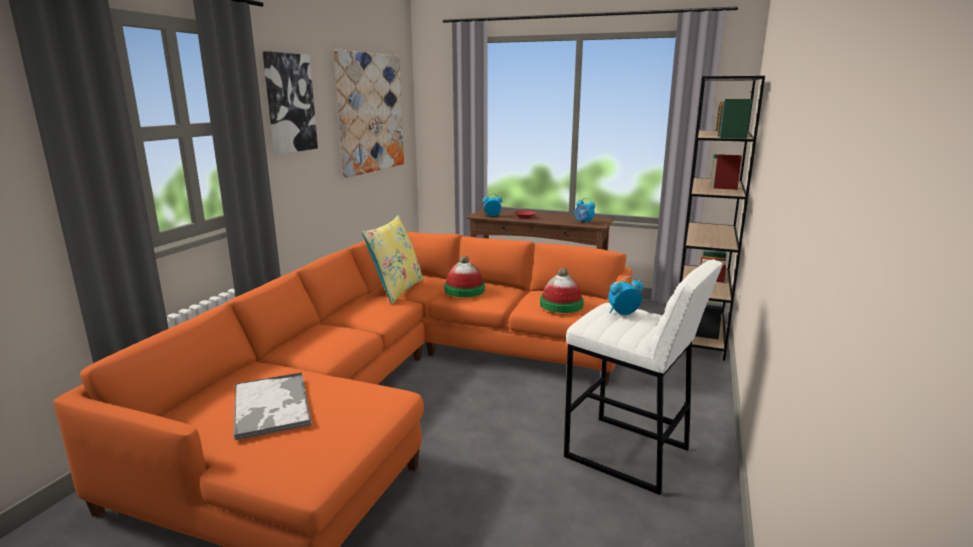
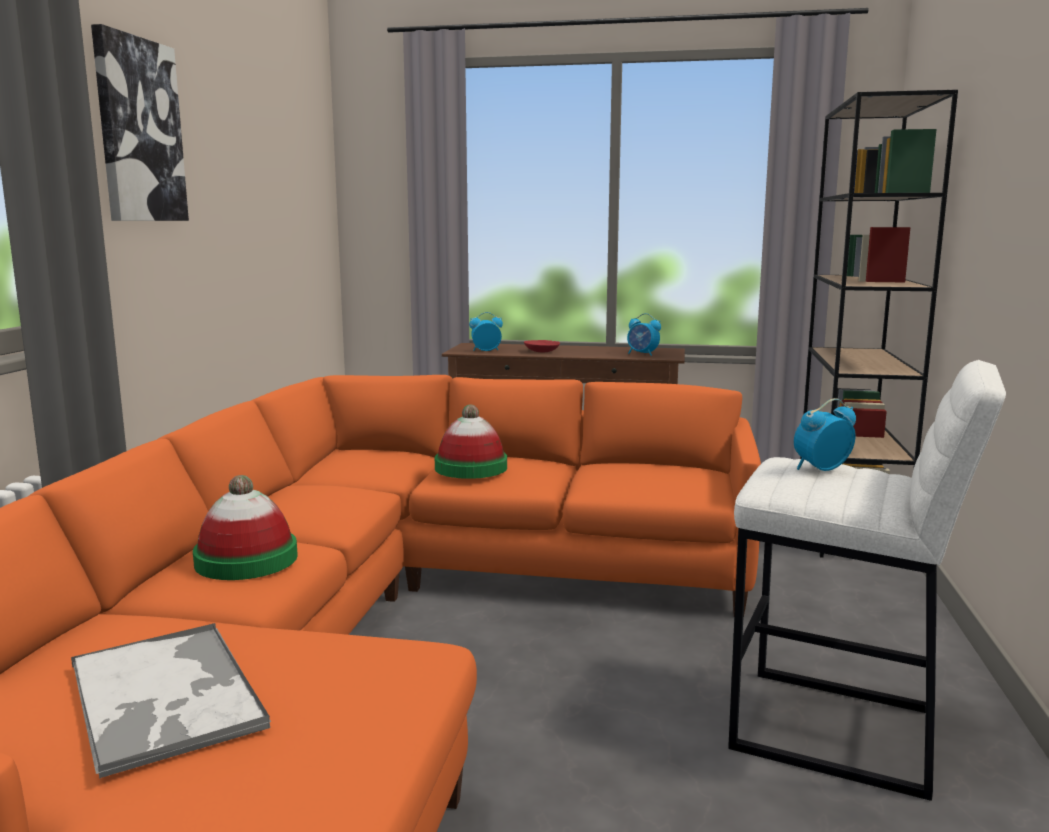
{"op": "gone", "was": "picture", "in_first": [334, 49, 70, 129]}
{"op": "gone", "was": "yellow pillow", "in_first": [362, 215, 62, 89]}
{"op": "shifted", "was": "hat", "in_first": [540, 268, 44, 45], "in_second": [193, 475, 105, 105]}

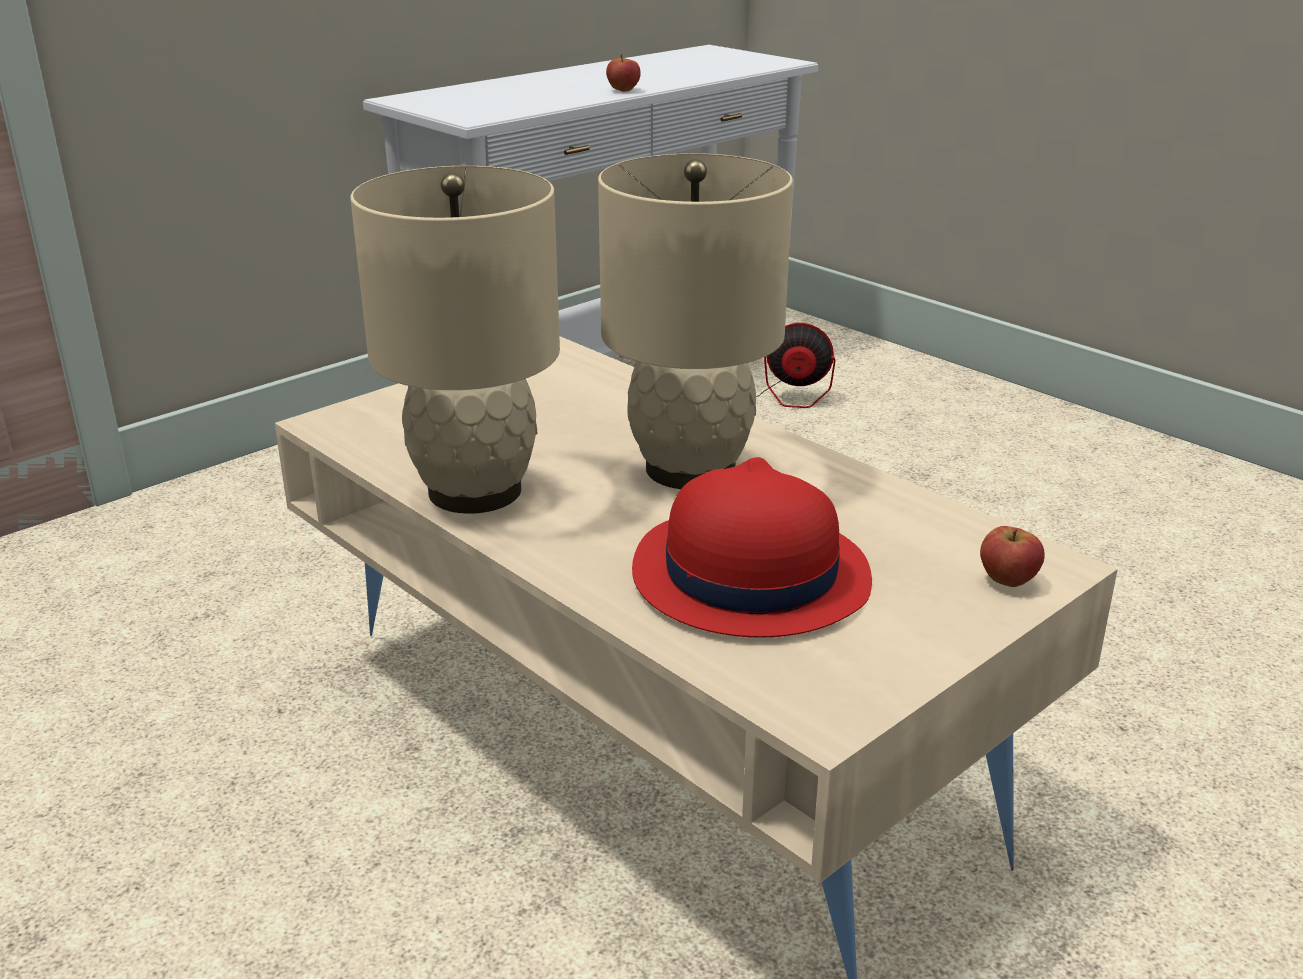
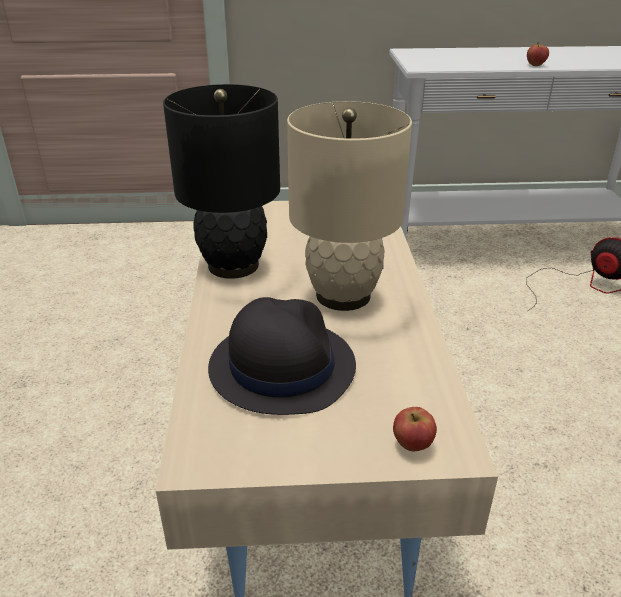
{"op": "repainted", "was": "beige table lamp", "now": "black table lamp", "in_first": [350, 166, 210, 348], "in_second": [163, 84, 117, 195]}
{"op": "repainted", "was": "red hat", "now": "black hat", "in_first": [632, 457, 240, 181], "in_second": [208, 297, 148, 118]}

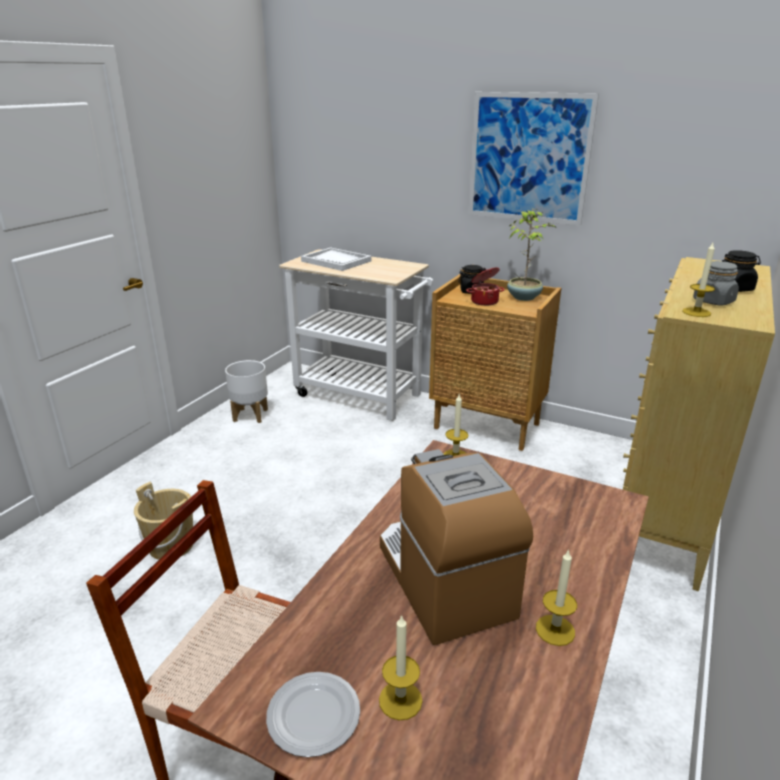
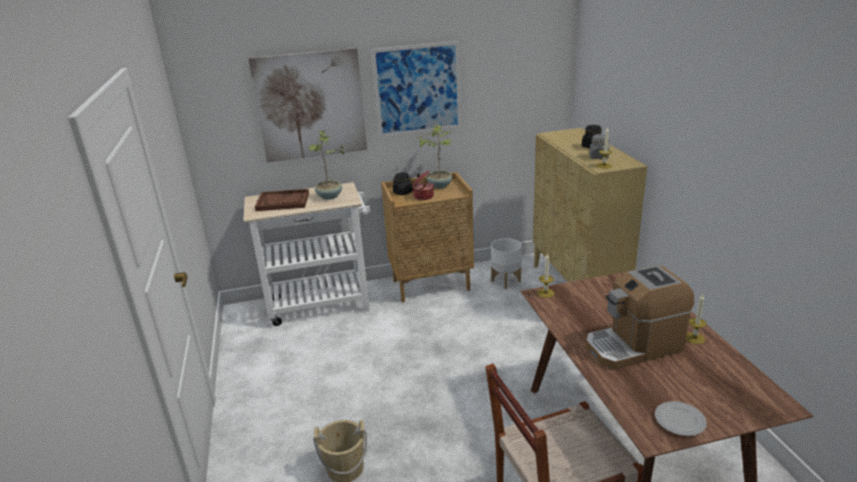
{"op": "shifted", "was": "white planter", "in_first": [225, 360, 43, 63], "in_second": [491, 238, 31, 51]}
{"op": "repainted", "was": "white tray", "now": "brown tray", "in_first": [301, 247, 70, 24], "in_second": [255, 189, 54, 22]}
{"op": "gone", "was": "candle", "in_first": [379, 615, 44, 105]}
{"op": "rotated", "was": "coffee machine", "in_first": [380, 449, 153, 196], "in_second": [586, 265, 108, 104], "clockwise": -45}
{"op": "new", "now": "picture", "in_second": [248, 48, 119, 114]}
{"op": "new", "now": "potted plant", "in_second": [308, 130, 39, 69]}

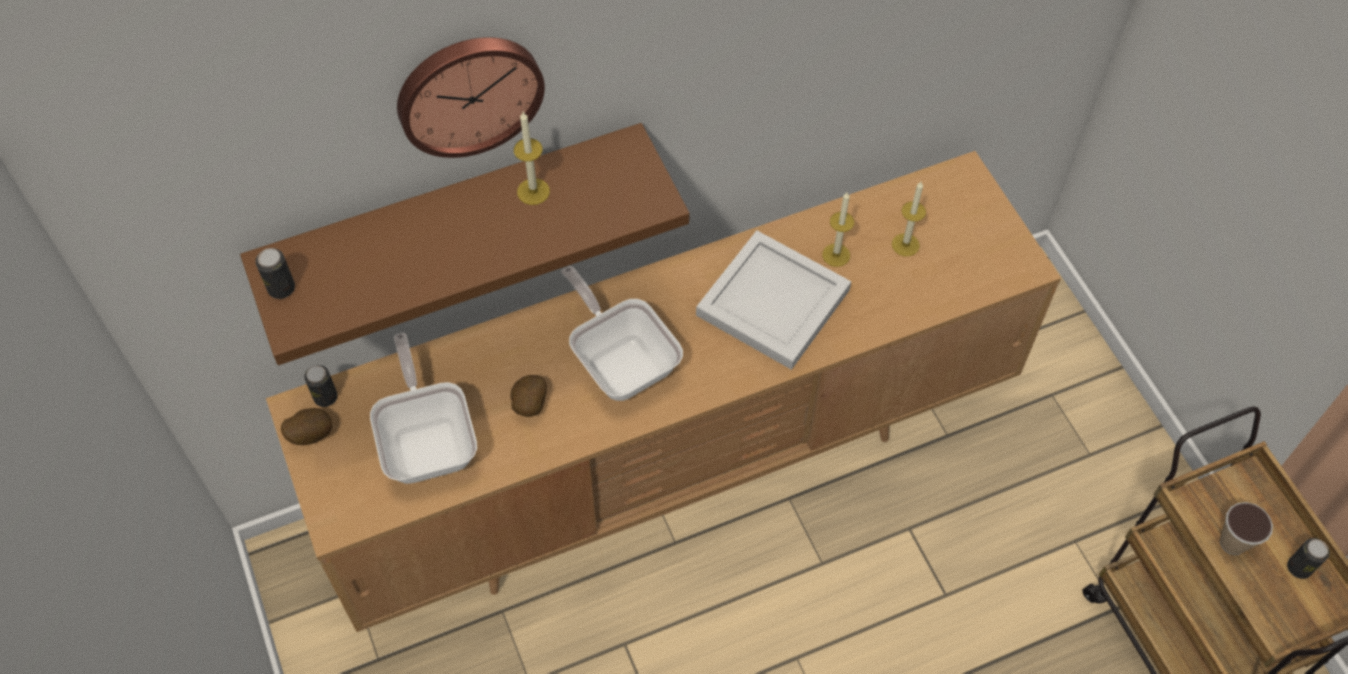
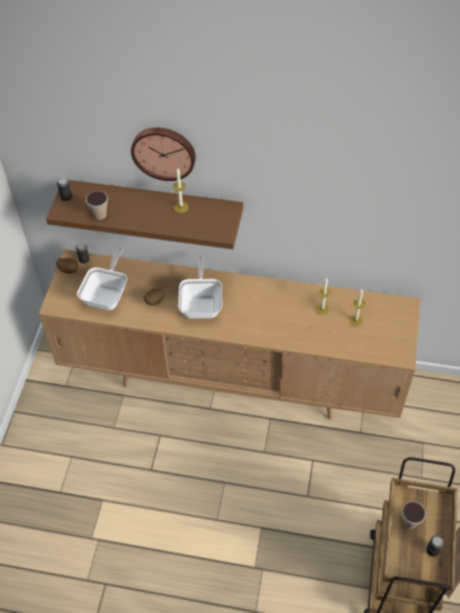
{"op": "gone", "was": "white tray", "in_first": [696, 230, 155, 140]}
{"op": "new", "now": "cup", "in_second": [86, 191, 22, 29]}

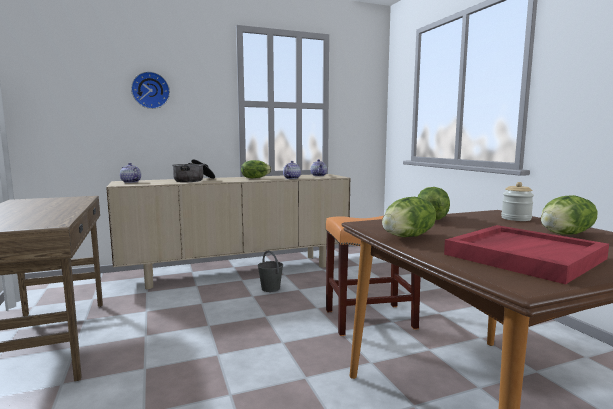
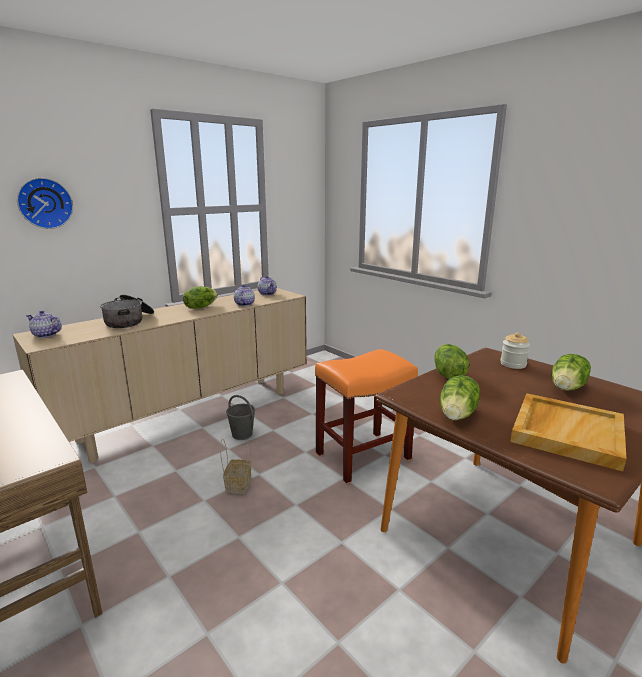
{"op": "repainted", "was": "red tray", "now": "beige tray", "in_first": [444, 225, 165, 59], "in_second": [510, 393, 117, 79]}
{"op": "new", "now": "basket", "in_second": [220, 439, 31, 55]}

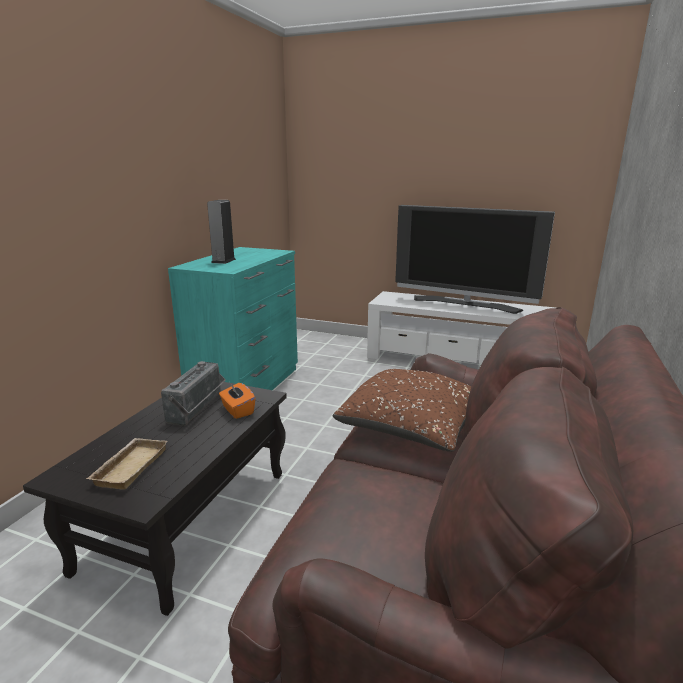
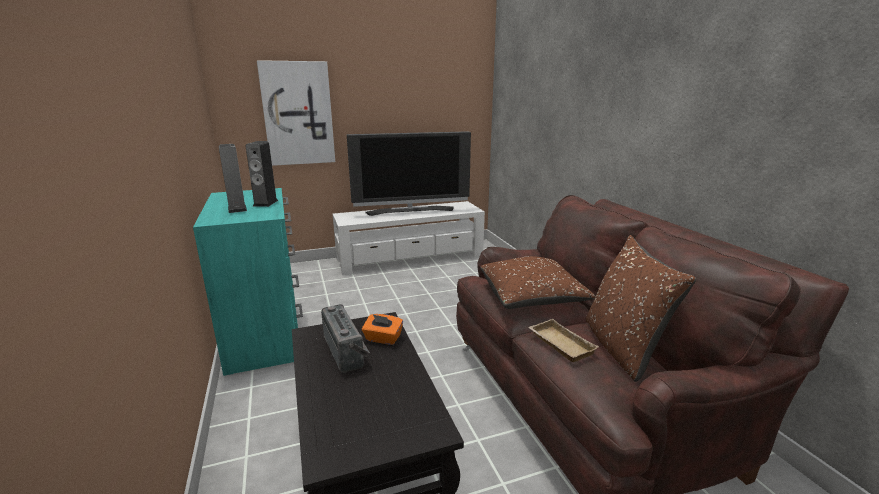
{"op": "shifted", "was": "beige tray", "in_first": [86, 438, 82, 52], "in_second": [528, 319, 71, 43]}
{"op": "new", "now": "speaker", "in_second": [245, 141, 33, 66]}
{"op": "new", "now": "picture", "in_second": [257, 60, 78, 106]}
{"op": "new", "now": "brown pillow", "in_second": [586, 235, 110, 147]}

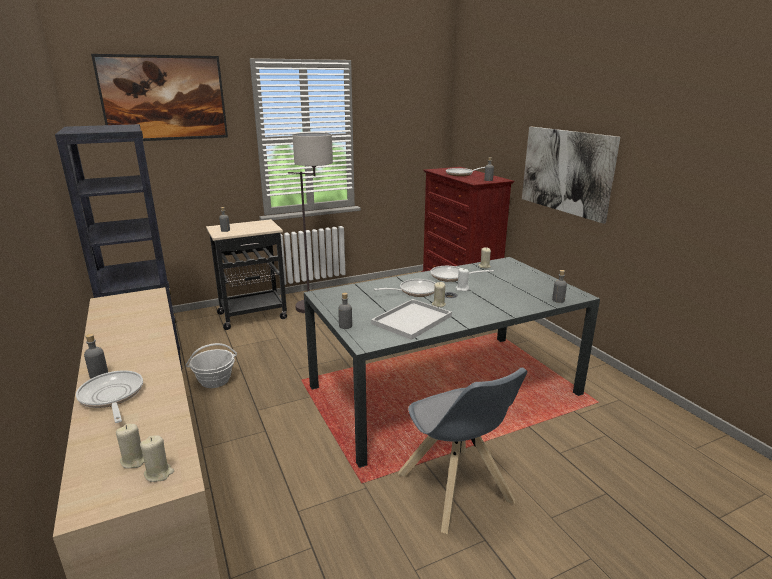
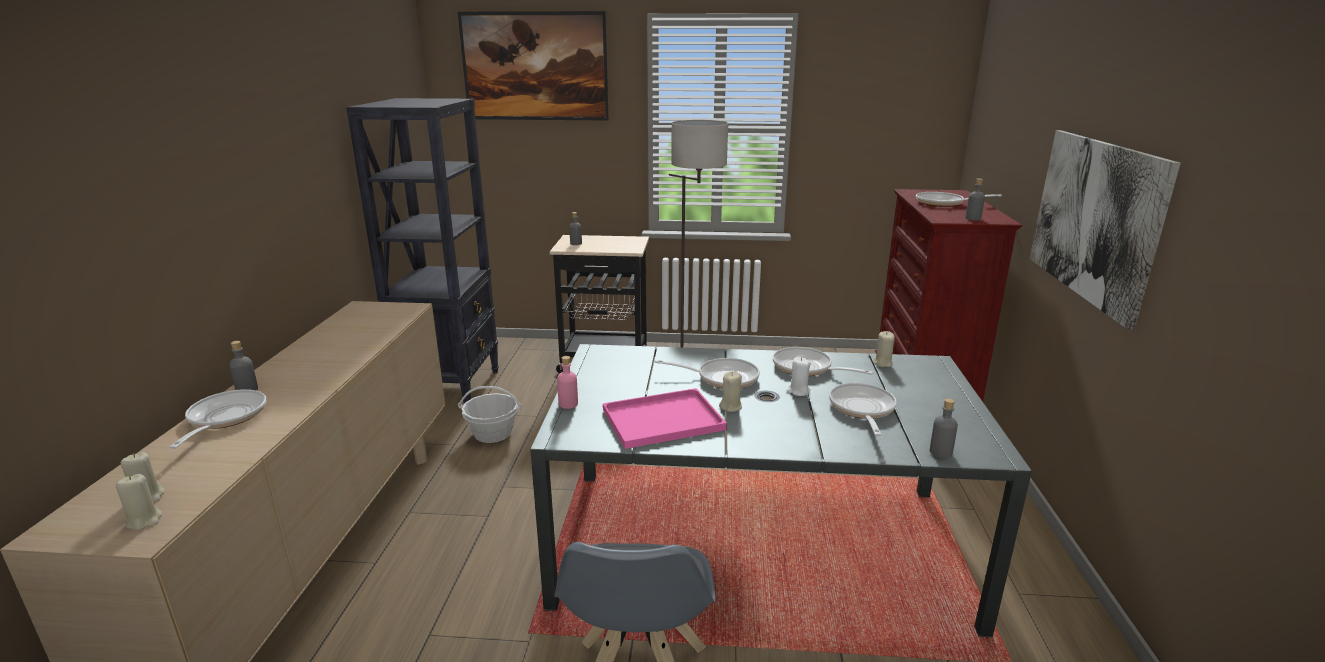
{"op": "repainted", "was": "grey bottle", "now": "pink bottle", "in_first": [338, 293, 14, 36], "in_second": [557, 356, 21, 53]}
{"op": "repainted", "was": "white tray", "now": "pink tray", "in_first": [371, 299, 81, 41], "in_second": [603, 388, 124, 61]}
{"op": "new", "now": "frying pan", "in_second": [829, 383, 68, 53]}

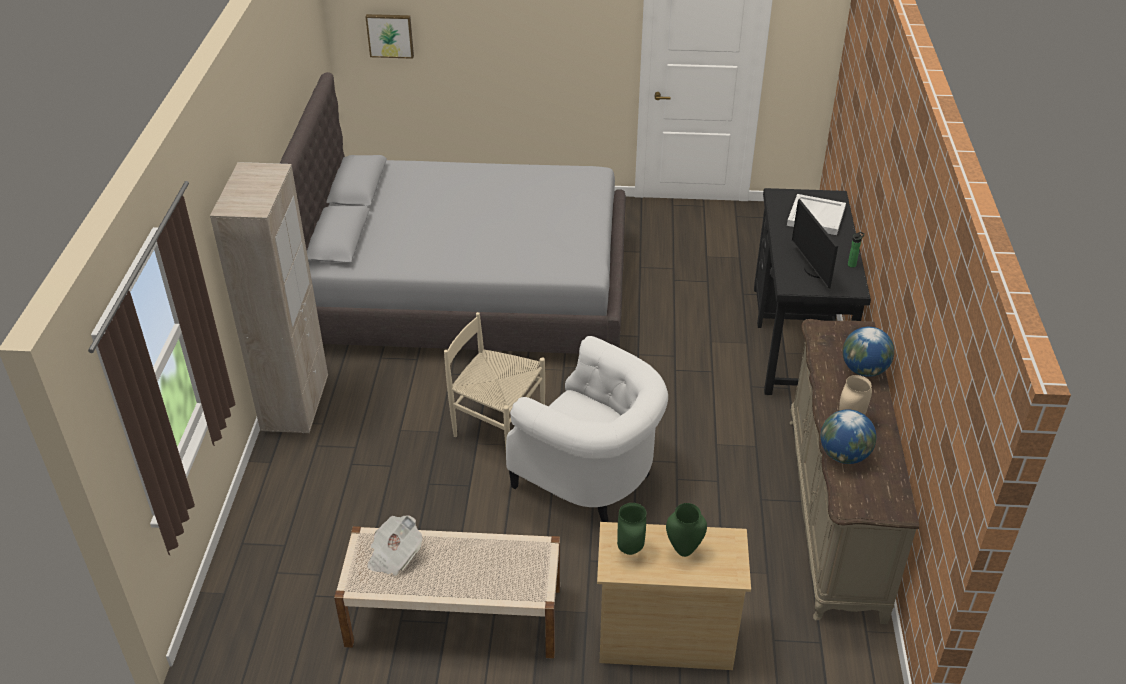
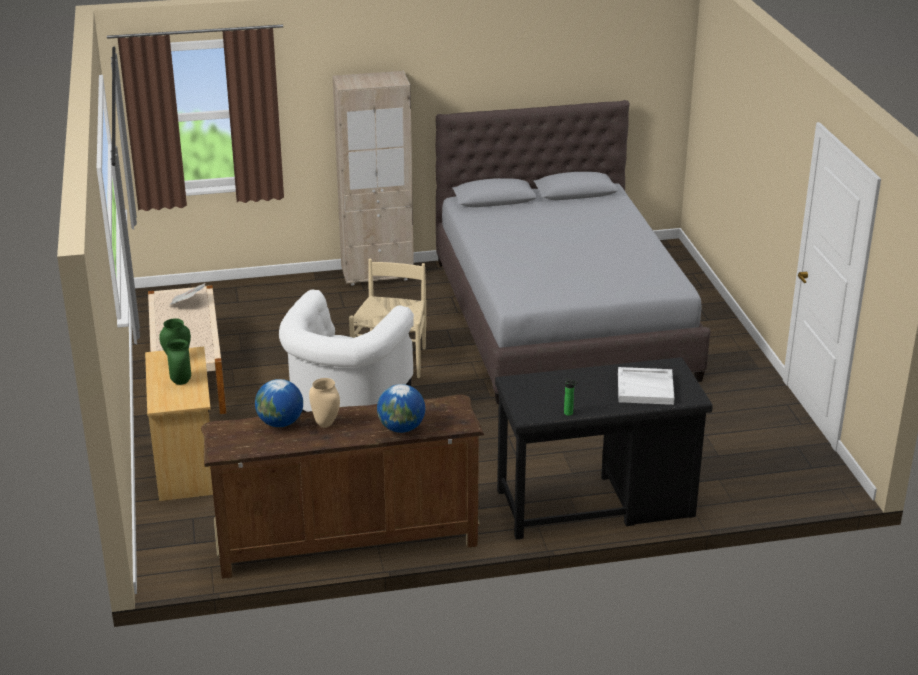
{"op": "gone", "was": "picture", "in_first": [365, 14, 49, 45]}
{"op": "gone", "was": "monitor", "in_first": [792, 199, 46, 89]}

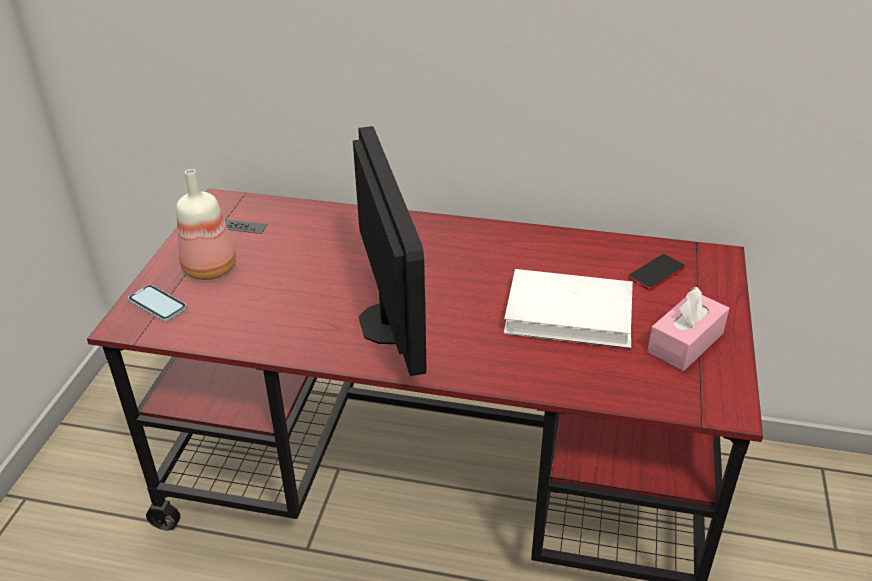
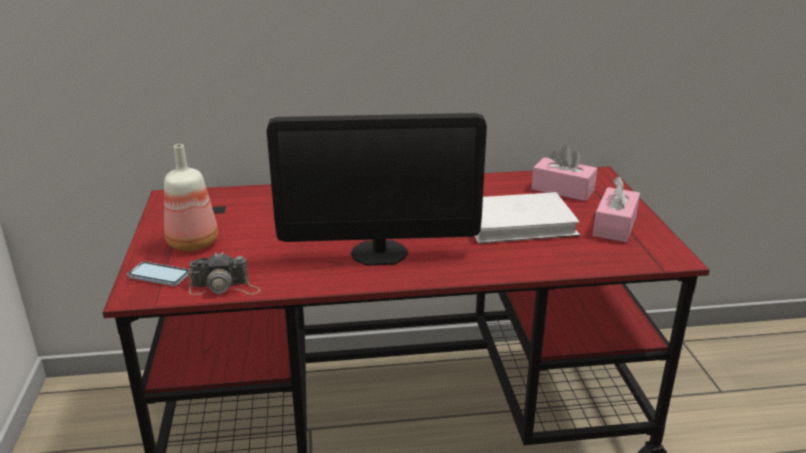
{"op": "rotated", "was": "monitor", "in_first": [353, 126, 73, 250], "in_second": [267, 113, 220, 153], "clockwise": 120}
{"op": "swapped", "was": "phone", "now": "pink tissue box", "in_first": [628, 254, 57, 37], "in_second": [531, 145, 66, 56]}
{"op": "new", "now": "photo camera", "in_second": [188, 252, 73, 43]}

